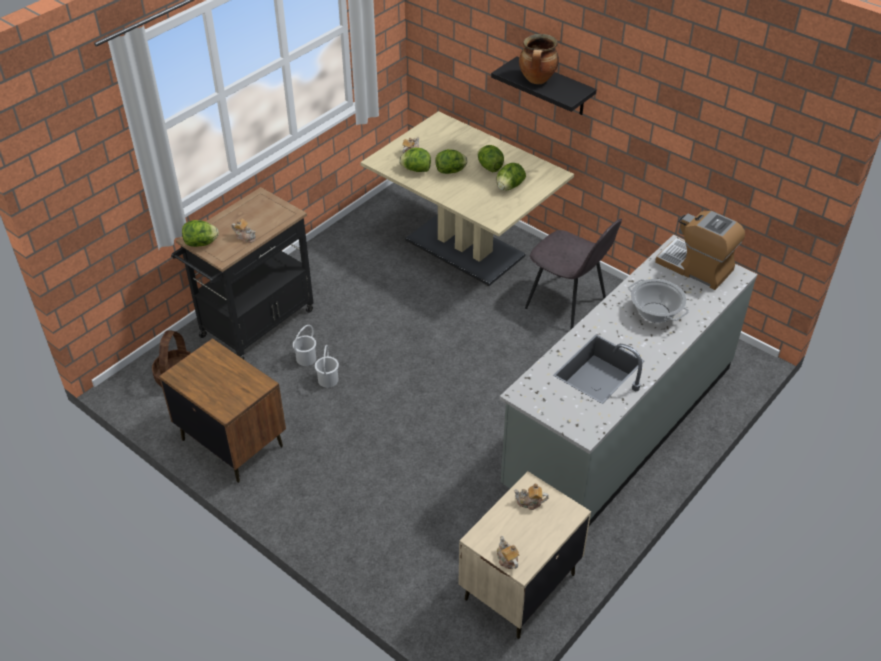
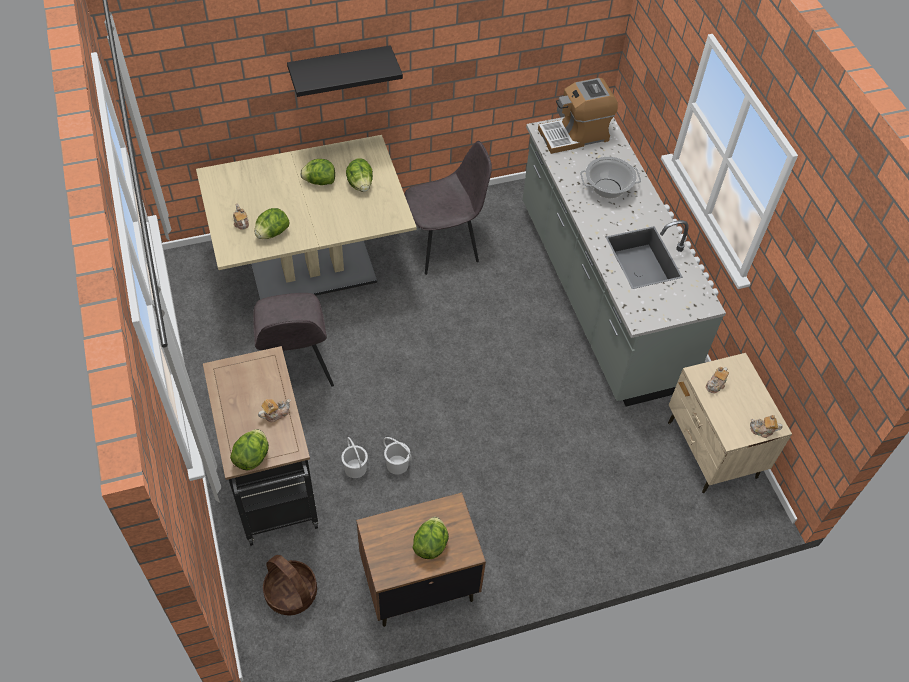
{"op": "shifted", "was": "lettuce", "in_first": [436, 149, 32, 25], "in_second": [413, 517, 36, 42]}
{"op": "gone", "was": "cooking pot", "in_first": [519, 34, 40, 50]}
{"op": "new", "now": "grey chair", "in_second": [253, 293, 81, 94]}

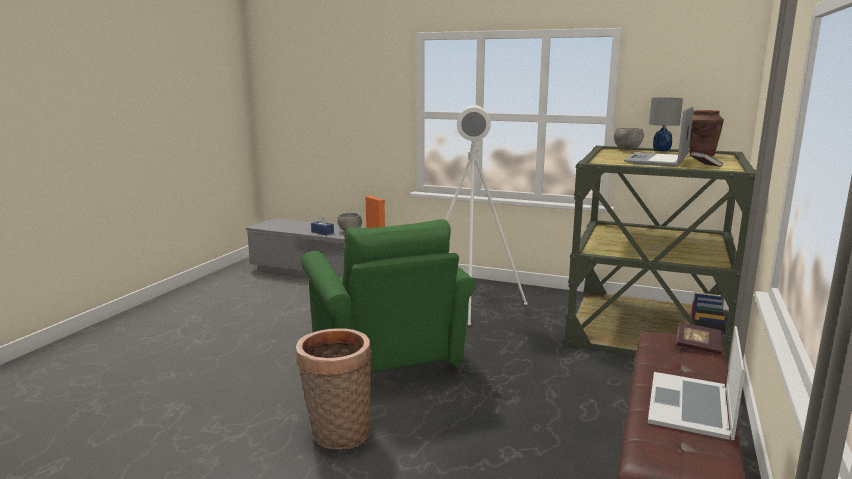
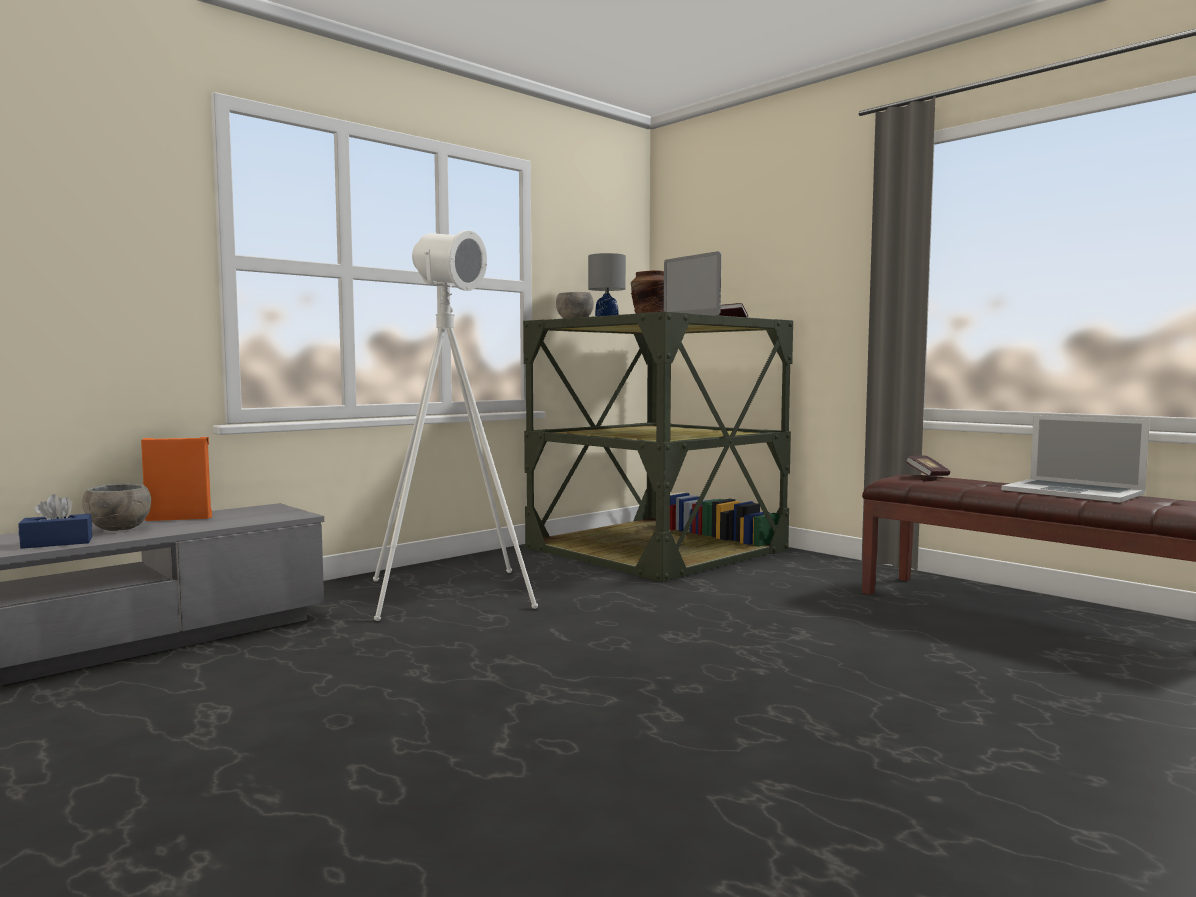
{"op": "gone", "was": "basket", "in_first": [296, 328, 76, 121]}
{"op": "gone", "was": "green armchair", "in_first": [301, 219, 174, 154]}

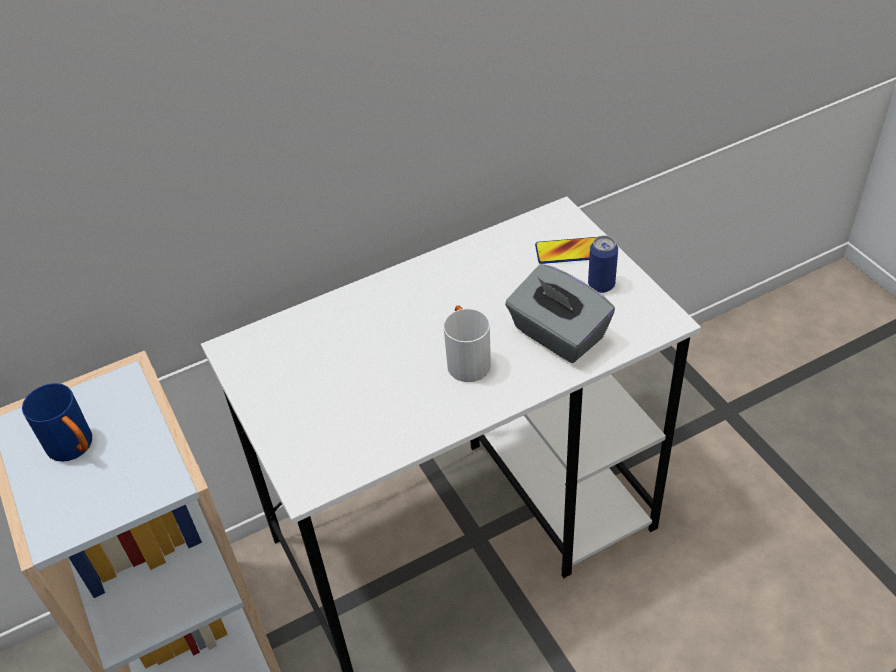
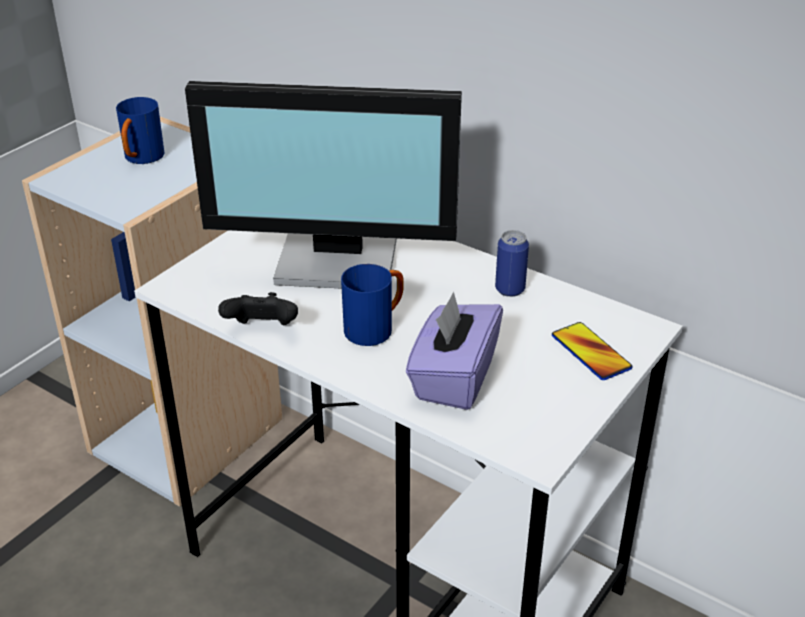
{"op": "repainted", "was": "white mug", "now": "blue mug", "in_first": [443, 305, 48, 77], "in_second": [341, 264, 63, 82]}
{"op": "repainted", "was": "grey tissue box", "now": "purple tissue box", "in_first": [505, 264, 110, 99], "in_second": [406, 292, 97, 118]}
{"op": "shifted", "was": "can", "in_first": [588, 235, 30, 58], "in_second": [495, 230, 34, 67]}
{"op": "new", "now": "monitor", "in_second": [185, 81, 277, 208]}
{"op": "new", "now": "black game controller", "in_second": [218, 292, 80, 33]}

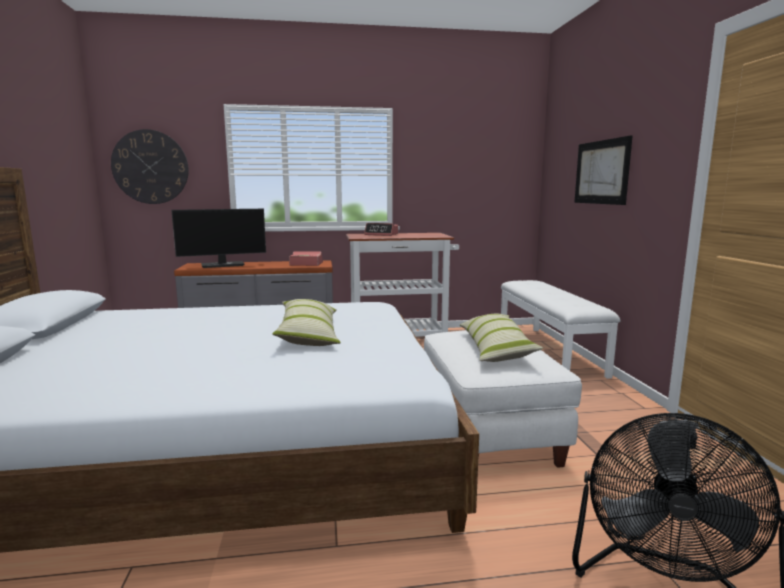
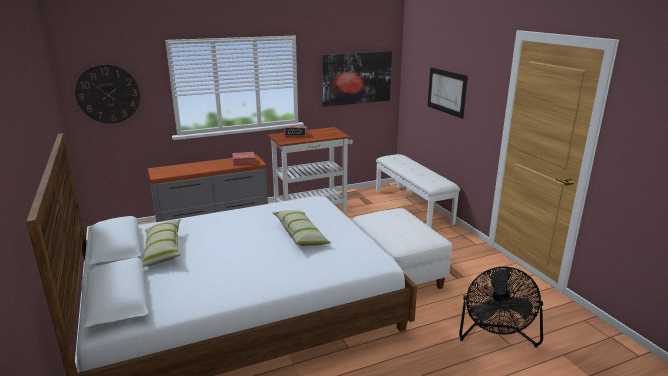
{"op": "gone", "was": "monitor", "in_first": [171, 209, 95, 59]}
{"op": "shifted", "was": "pillow", "in_first": [460, 313, 83, 49], "in_second": [142, 219, 39, 48]}
{"op": "new", "now": "picture", "in_second": [322, 51, 70, 56]}

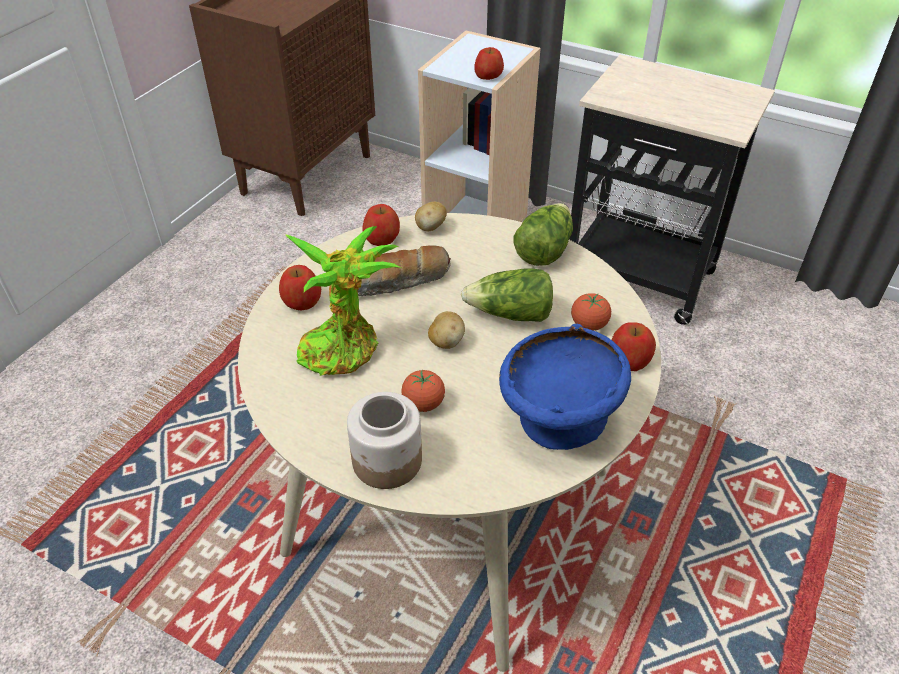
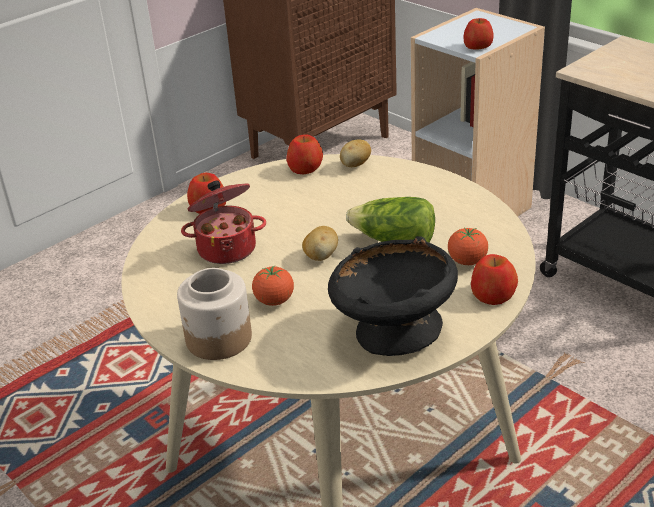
{"op": "swapped", "was": "potted plant", "now": "cooking pot", "in_first": [285, 226, 116, 150], "in_second": [181, 180, 85, 84]}
{"op": "gone", "was": "bread", "in_first": [358, 245, 93, 51]}
{"op": "repainted", "was": "blue bowl", "now": "black bowl", "in_first": [499, 324, 132, 126], "in_second": [328, 236, 130, 120]}
{"op": "gone", "was": "lettuce", "in_first": [514, 203, 59, 63]}

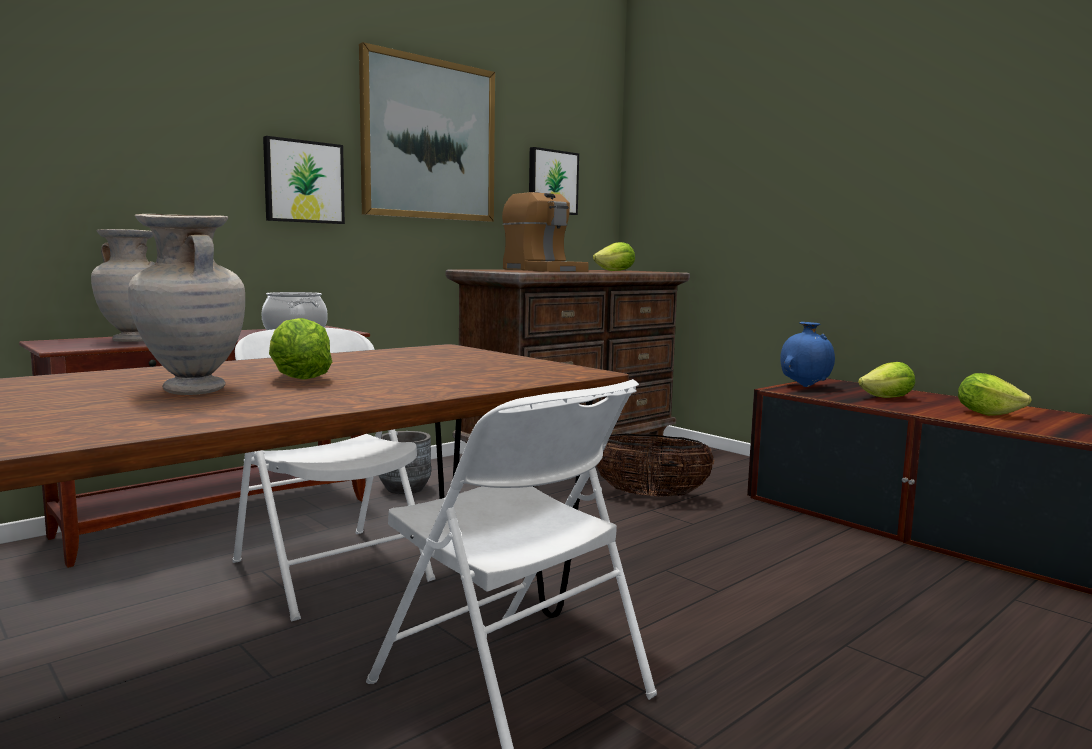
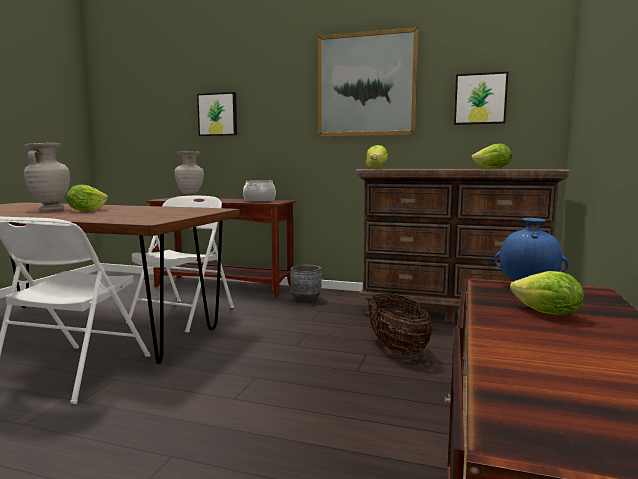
{"op": "shifted", "was": "picture", "in_first": [263, 136, 82, 88], "in_second": [197, 92, 40, 44]}
{"op": "gone", "was": "coffee machine", "in_first": [502, 192, 87, 80]}
{"op": "shifted", "was": "lettuce", "in_first": [958, 373, 73, 43], "in_second": [366, 145, 22, 24]}

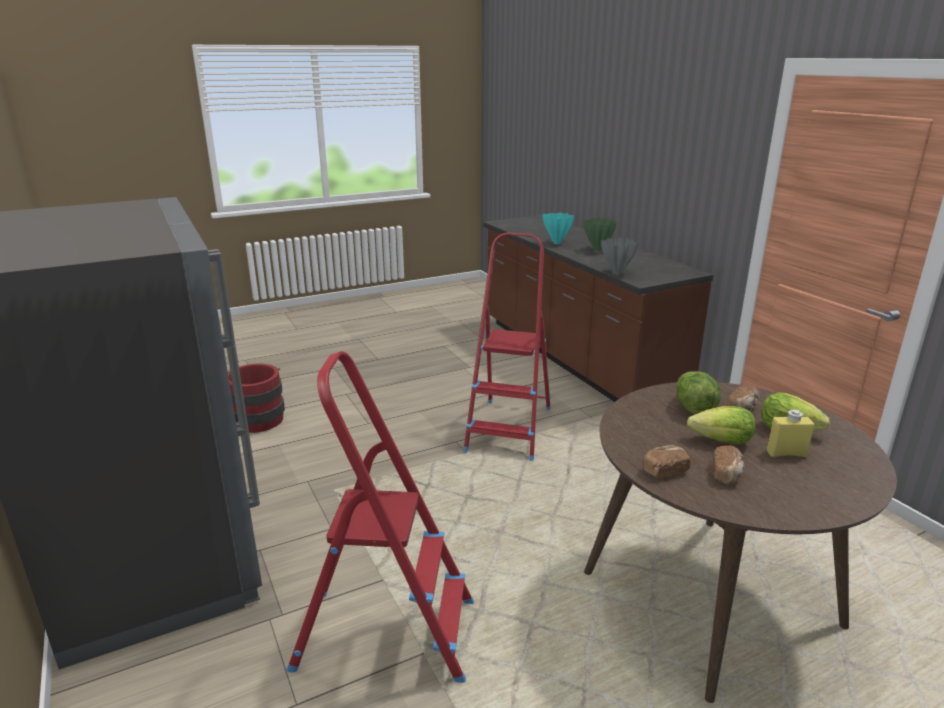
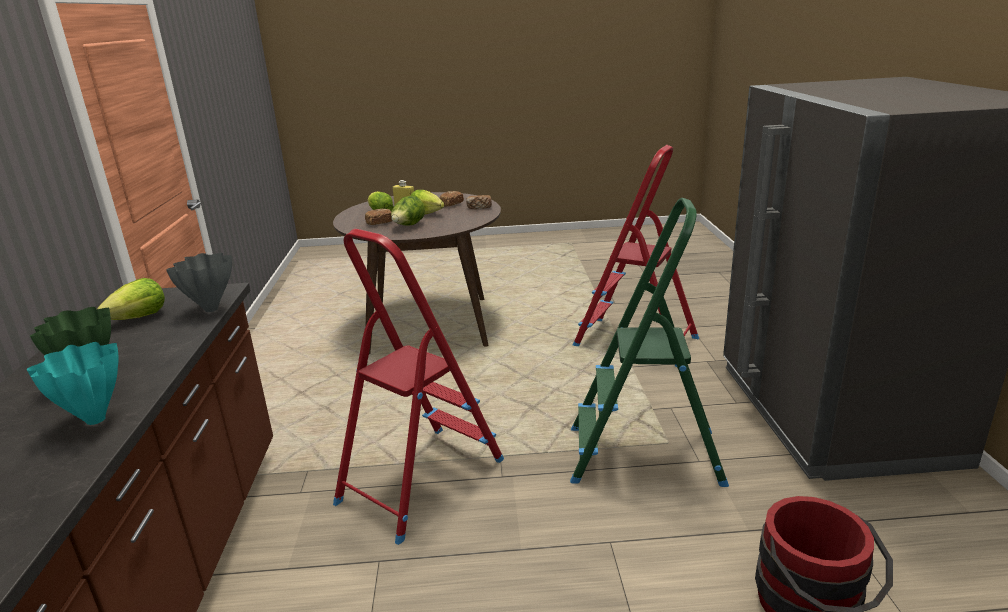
{"op": "new", "now": "lettuce", "in_second": [97, 278, 68, 42]}
{"op": "new", "now": "green step ladder", "in_second": [570, 198, 159, 289]}

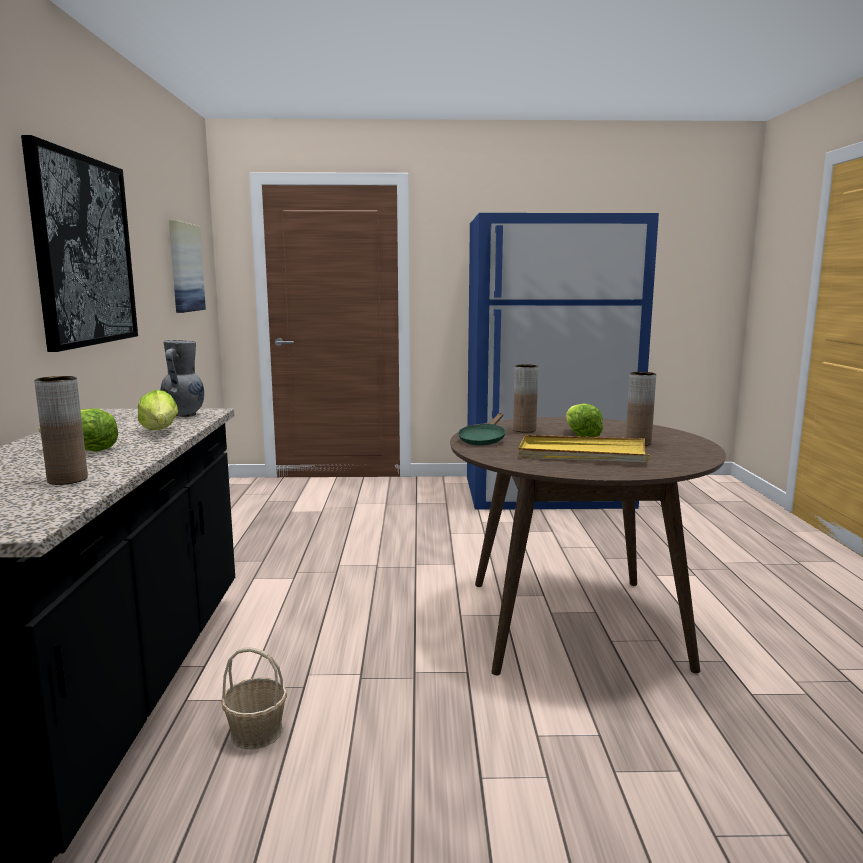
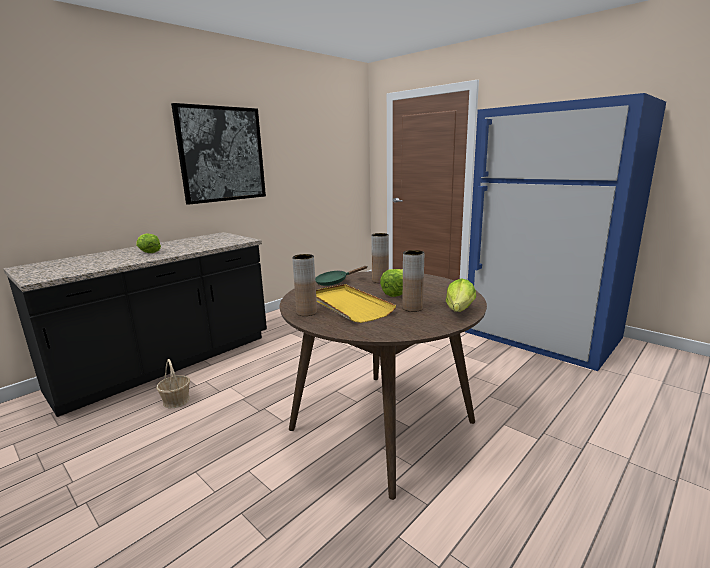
{"op": "shifted", "was": "brown vase", "in_first": [34, 376, 54, 109], "in_second": [292, 254, 25, 62]}
{"op": "shifted", "was": "lettuce", "in_first": [138, 390, 40, 40], "in_second": [446, 278, 30, 34]}
{"op": "gone", "was": "grey vase", "in_first": [161, 340, 43, 77]}
{"op": "gone", "was": "picture", "in_first": [169, 220, 37, 93]}

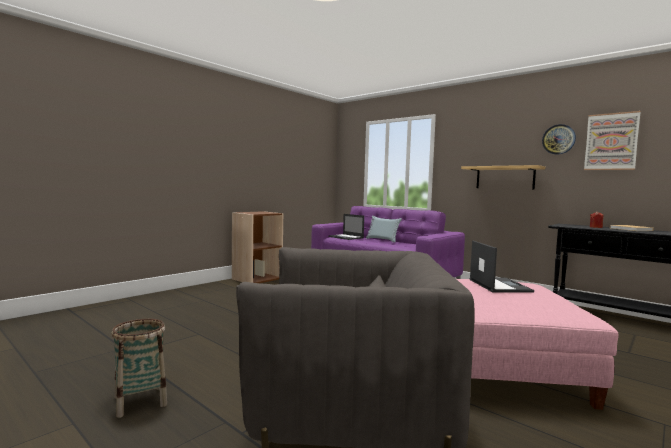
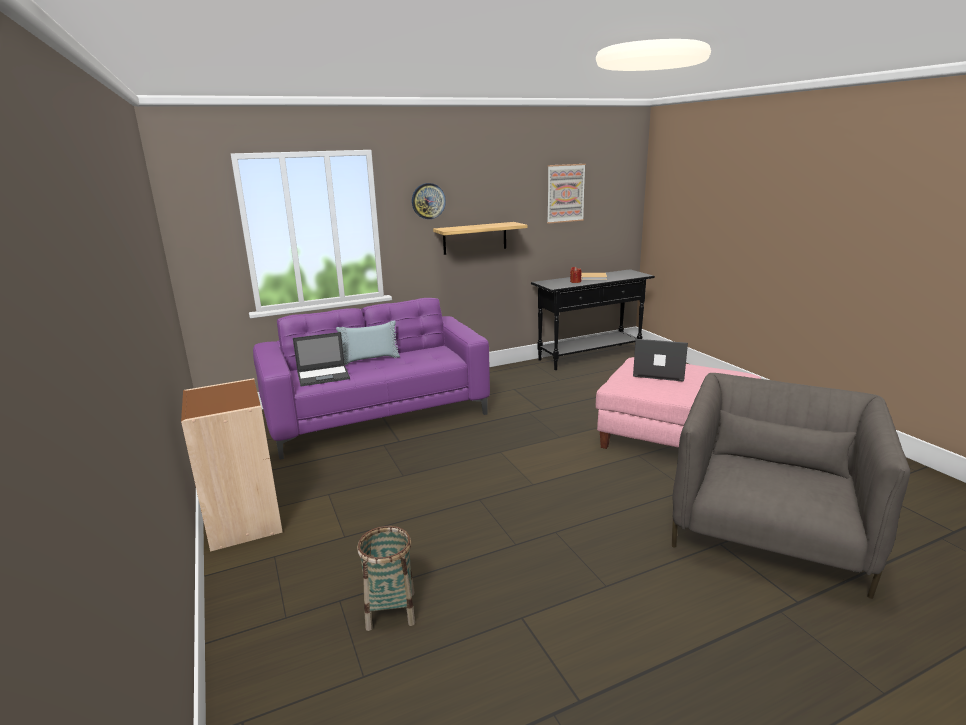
{"op": "shifted", "was": "basket", "in_first": [111, 319, 56, 99], "in_second": [357, 526, 58, 105]}
{"op": "shifted", "was": "wall clock", "in_first": [542, 124, 34, 31], "in_second": [412, 183, 34, 36]}

